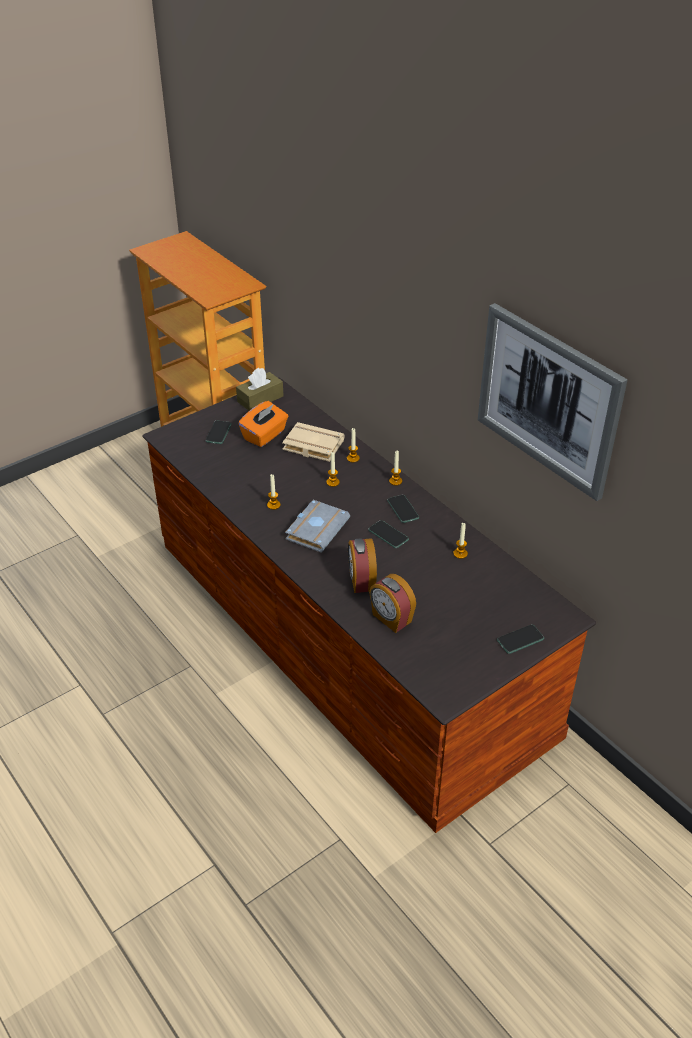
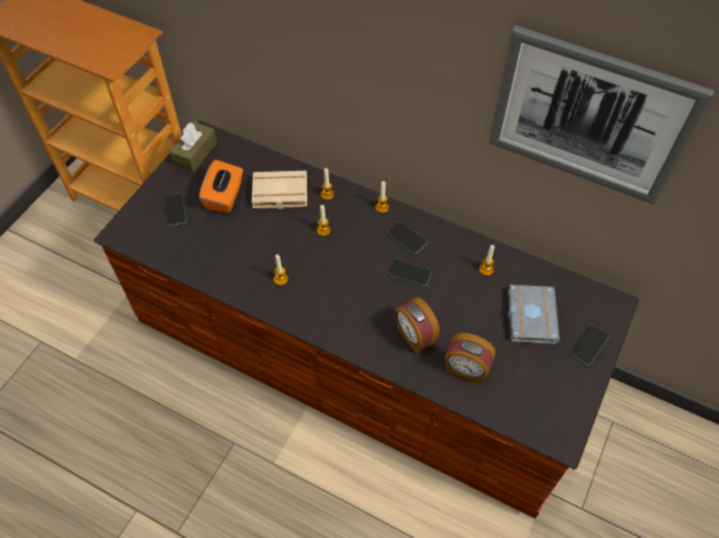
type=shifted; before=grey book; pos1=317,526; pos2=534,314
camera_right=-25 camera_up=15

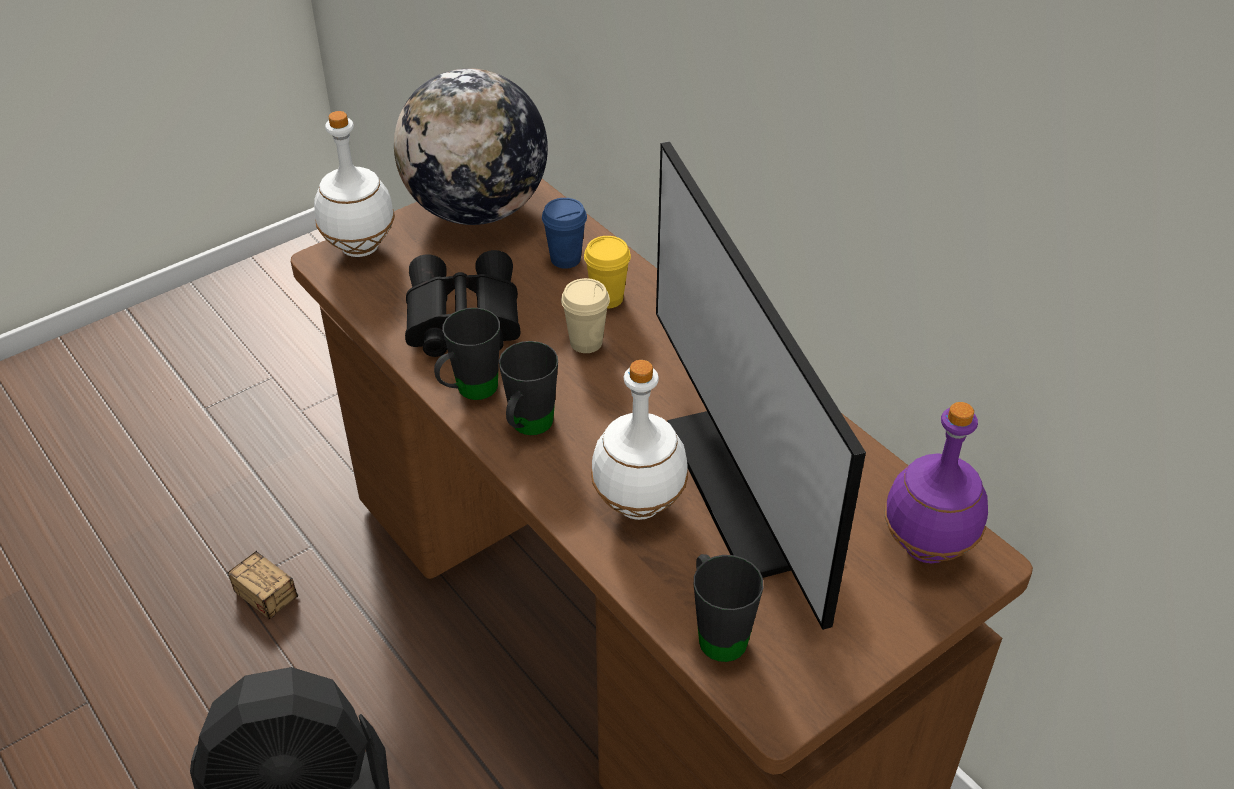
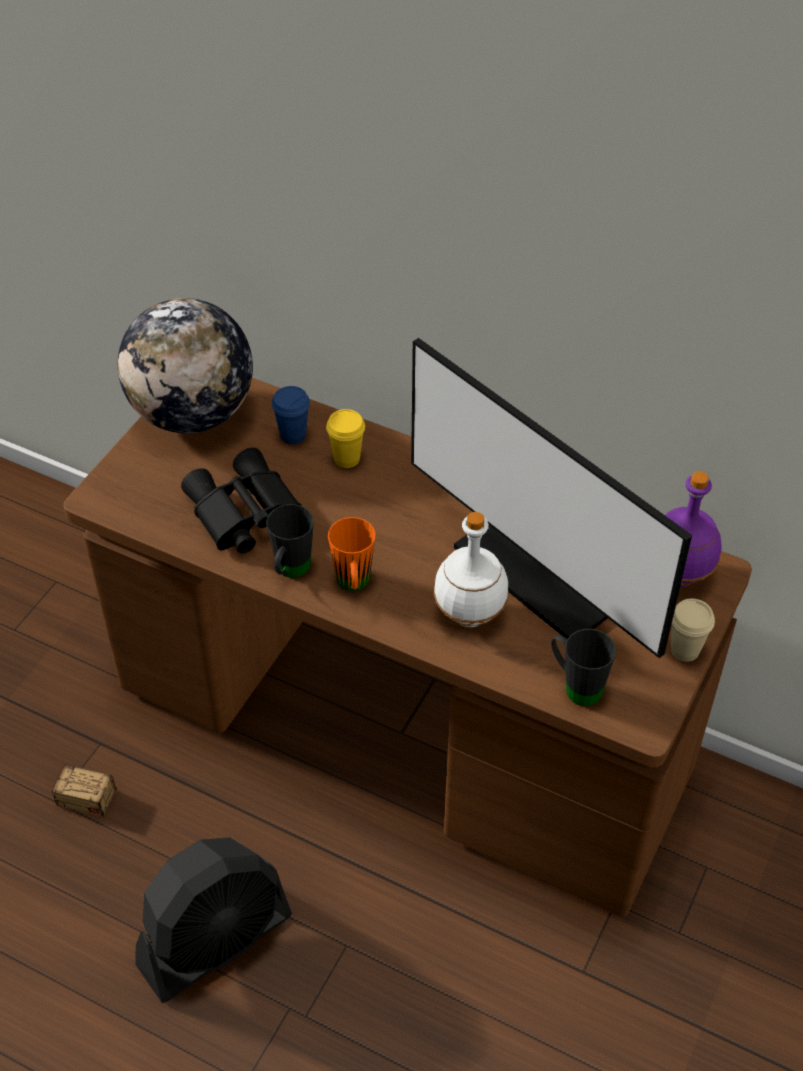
type=gone; before=white bottle; pos1=354,184
type=shifted; before=beige cup; pos1=585,315; pos2=693,630
type=repainted; before=black mug; after=orange mug; pos1=528,388; pos2=352,554
camera_right=-25 camera_up=5

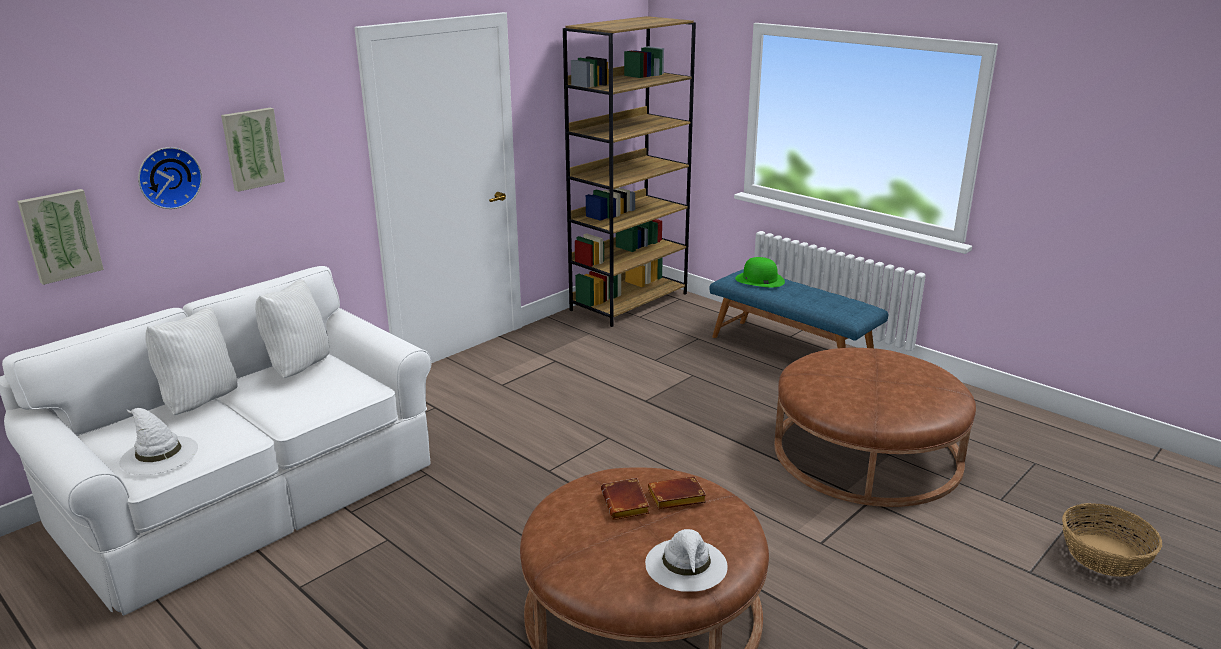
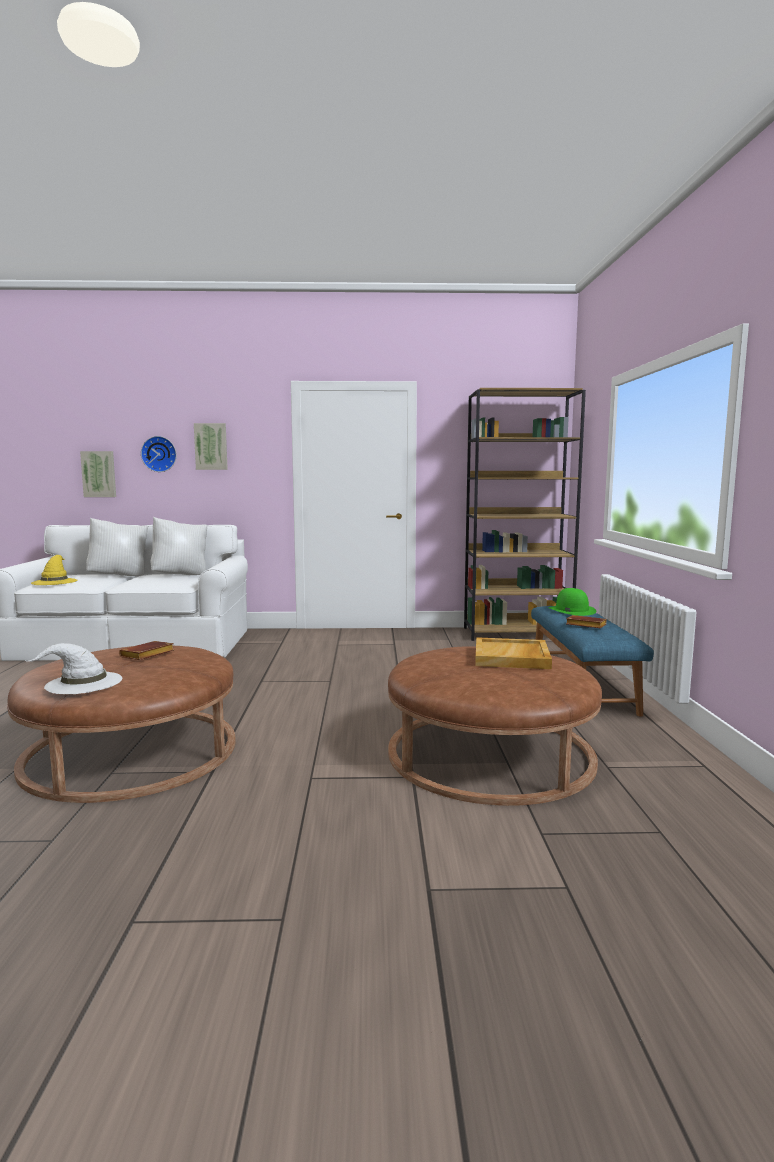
type=gone; before=basket; pos1=1112,540
type=new; after=beige tray; pos2=513,653
type=shifted; before=brown book; pos1=677,493; pos2=586,621
type=repainted; before=white hat; after=yellow hat; pos1=158,441; pos2=54,570
camera_right=45 camera_up=-15

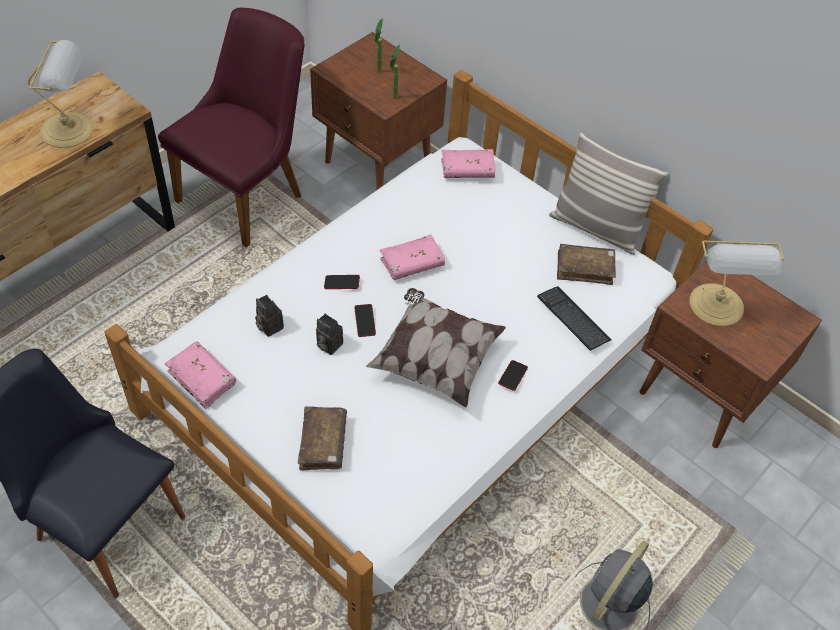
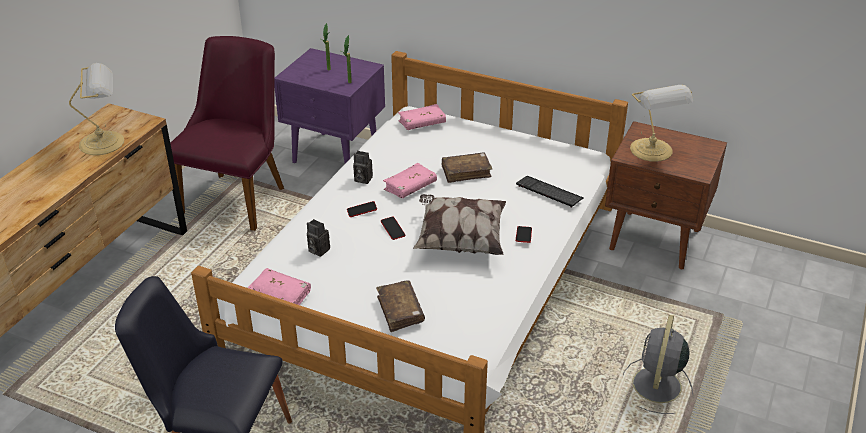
type=gone; before=pillow; pos1=608,194
type=shifted; before=photo camera; pos1=329,334; pos2=363,167
type=shifted; before=brown book; pos1=586,264; pos2=467,167
type=repainted; before=brown nightstand; after=purple nightstand; pos1=378,111; pos2=329,105
camera_right=-15 camera_up=-15

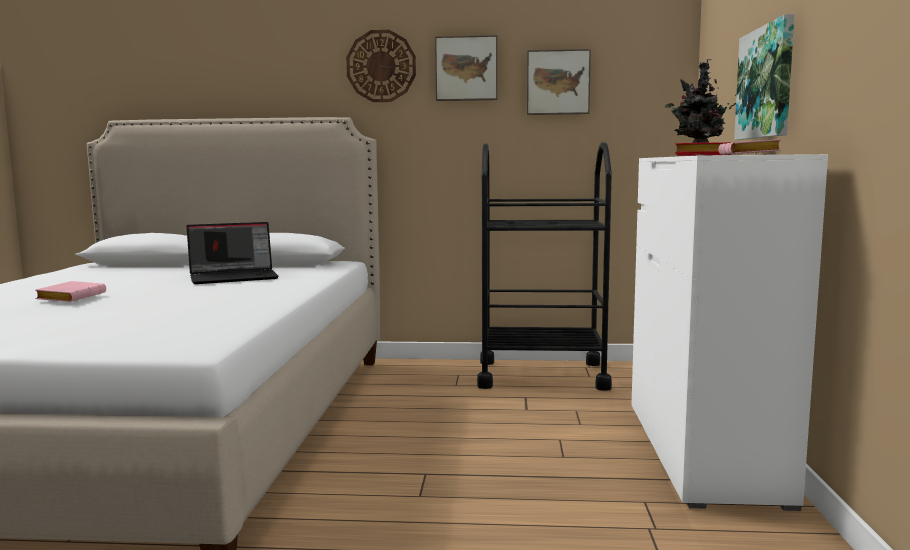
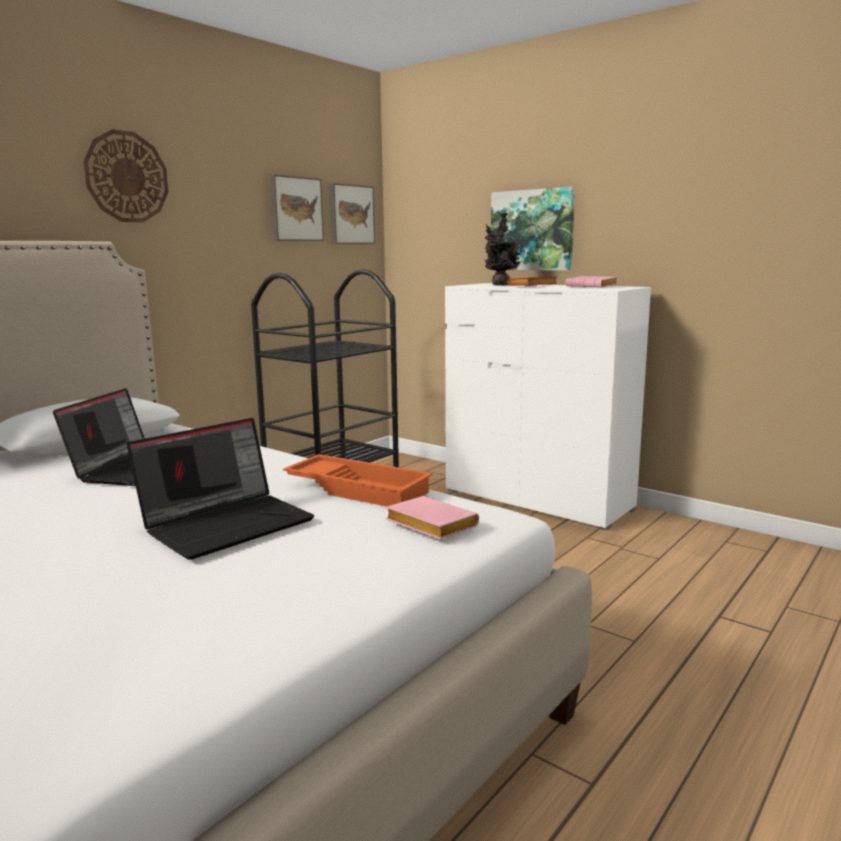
type=new; after=laptop; pos2=220,489
type=new; after=orange tray; pos2=358,480
type=shifted; before=pink book; pos1=70,291; pos2=432,518
type=shifted; before=picture; pos1=466,68; pos2=352,213
camera_right=-55 camera_up=5

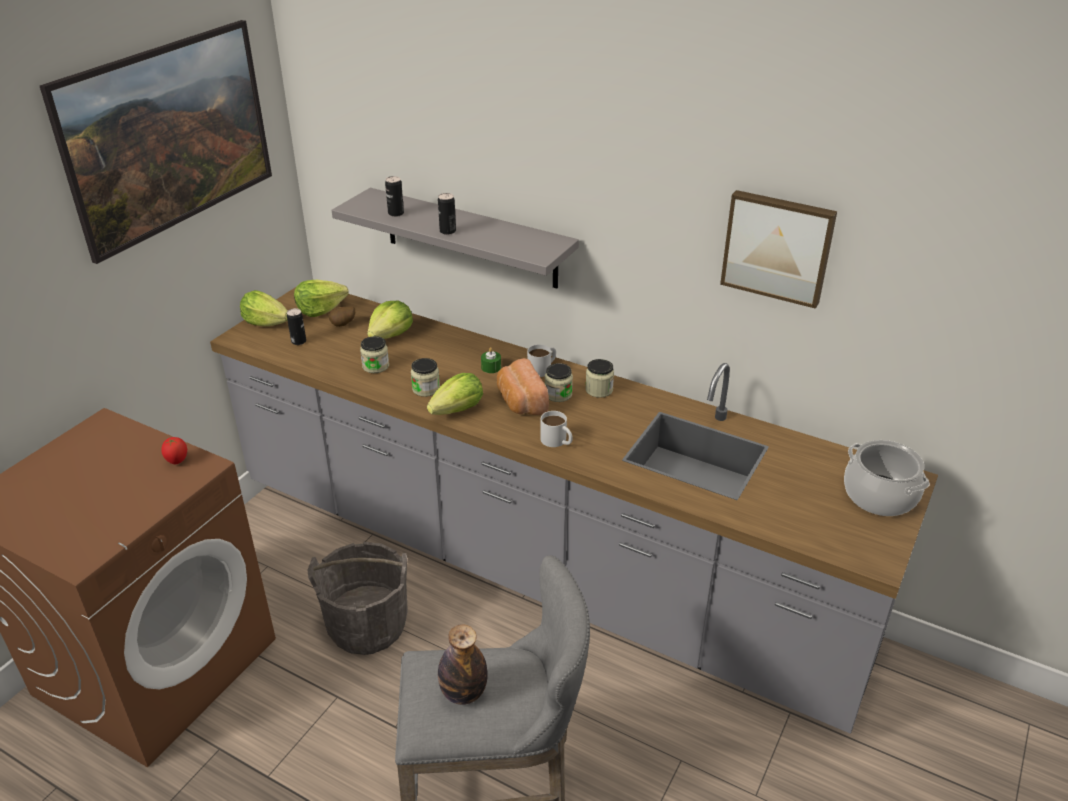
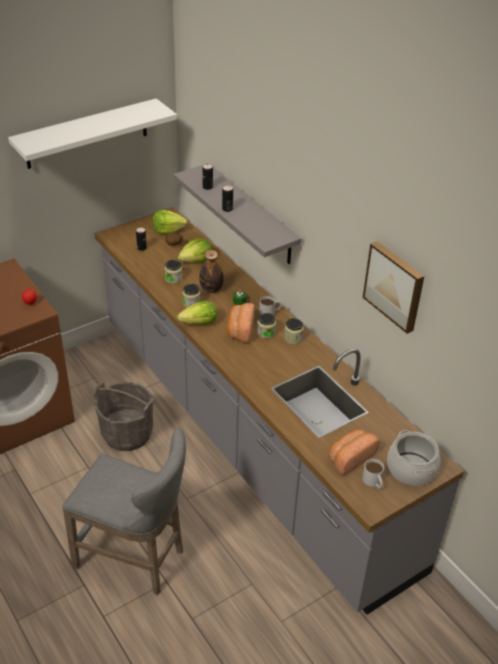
type=gone; before=lettuce; pos1=264,308
type=new; after=bread; pos2=354,452
type=shifted; before=bottle; pos1=463,664; pos2=211,271
type=shifted; before=white mug; pos1=556,429; pos2=373,474
type=swapped; before=picture; after=white shelf; pos1=156,142; pos2=92,133
camera_right=25 camera_up=5

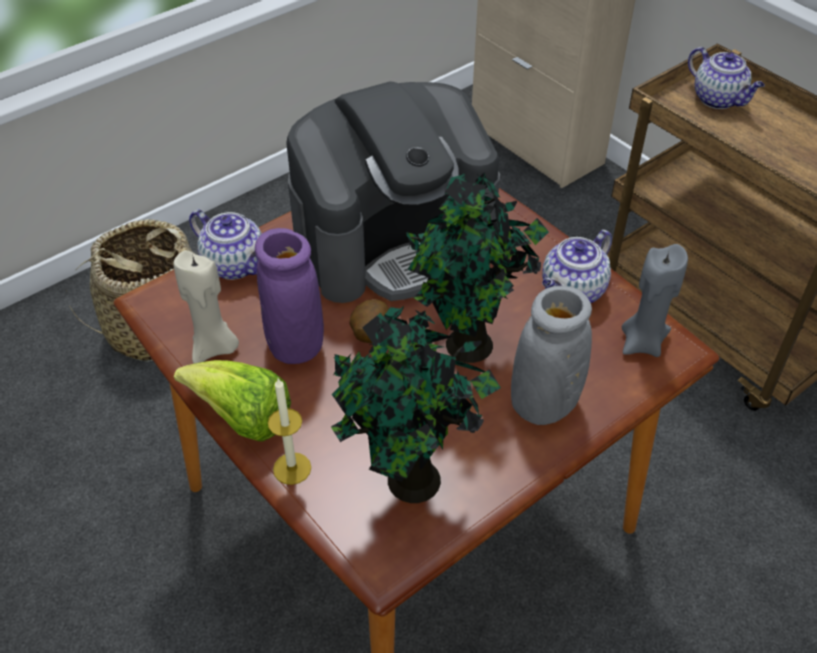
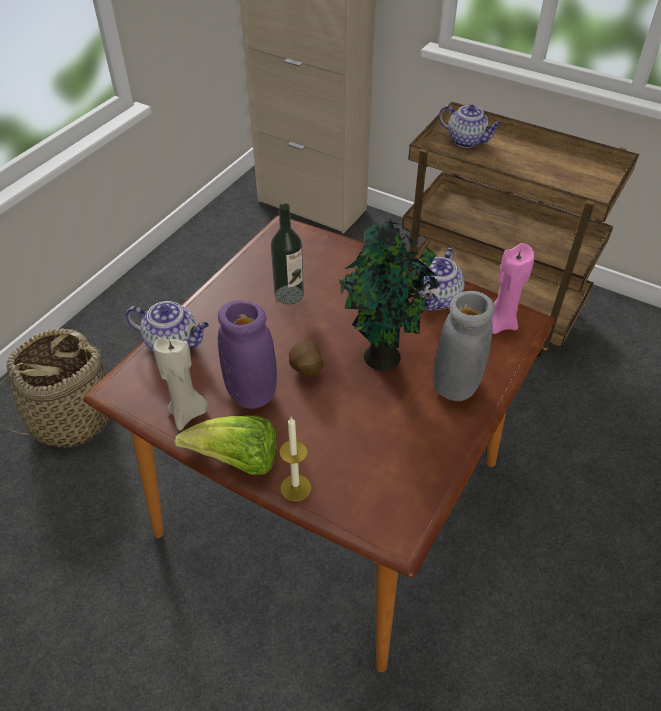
type=gone; before=potted plant; pos1=416,404
type=swapped; before=coffee machine; after=bottle; pos1=393,192; pos2=287,254
type=repainted; before=grey candle; after=pink candle; pos1=655,300; pos2=513,288
camera_right=-20 camera_up=0

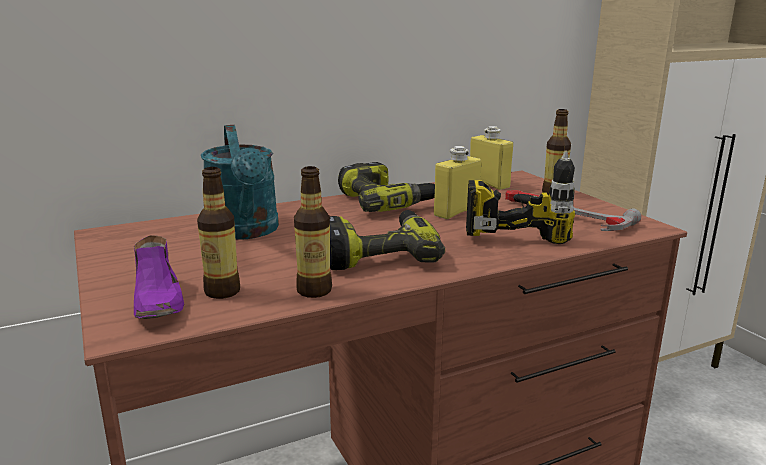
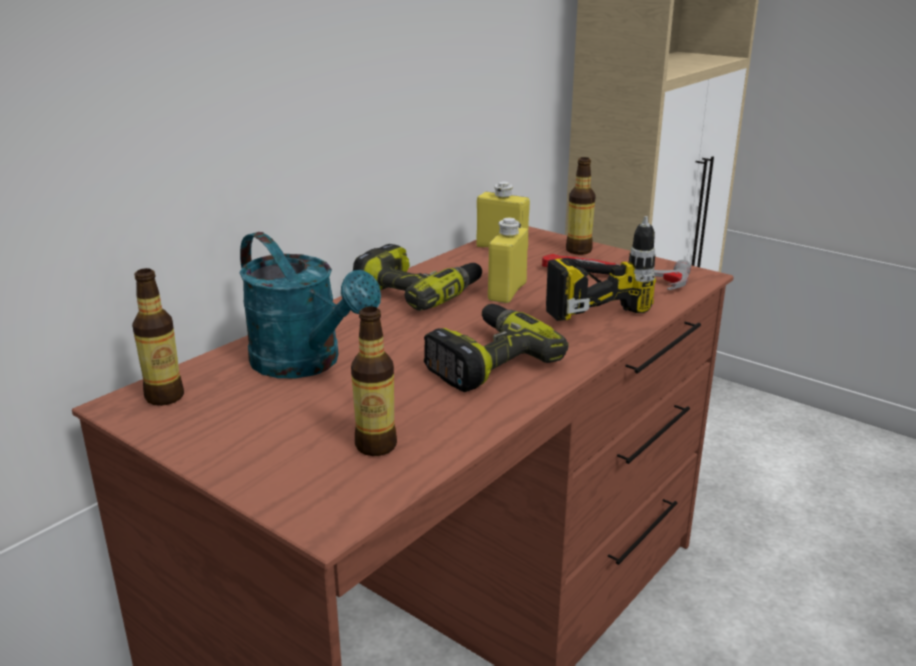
type=gone; before=purple shoe; pos1=159,277
type=shifted; before=bottle; pos1=313,232; pos2=158,337
camera_right=-25 camera_up=5

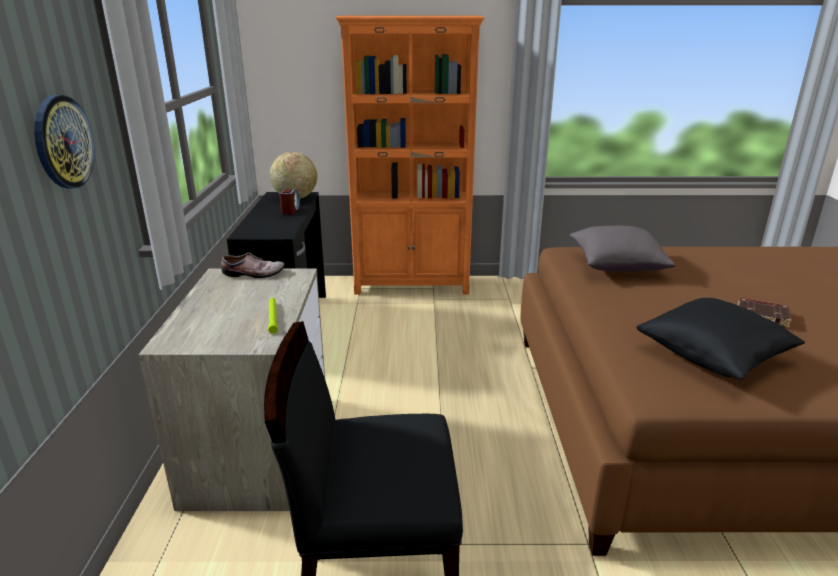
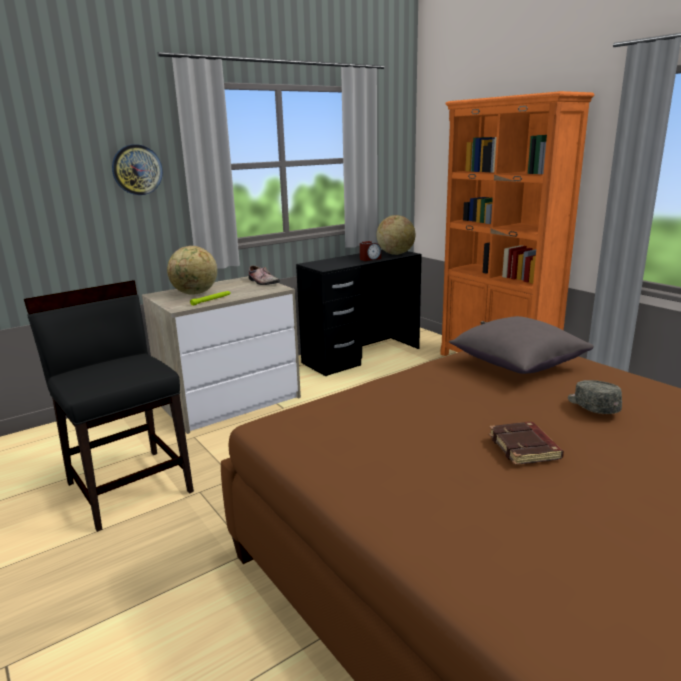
type=gone; before=black pillow; pos1=720,339
type=new; after=globe; pos2=192,270
type=new; after=grey cap; pos2=595,397
camera_right=55 camera_up=-5

